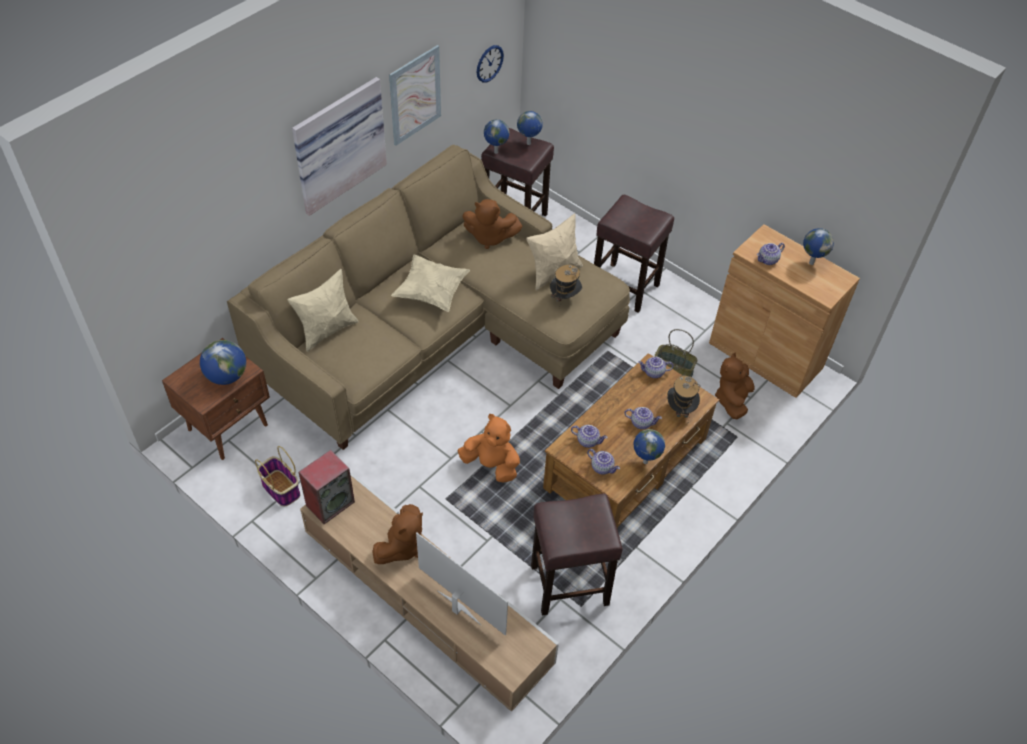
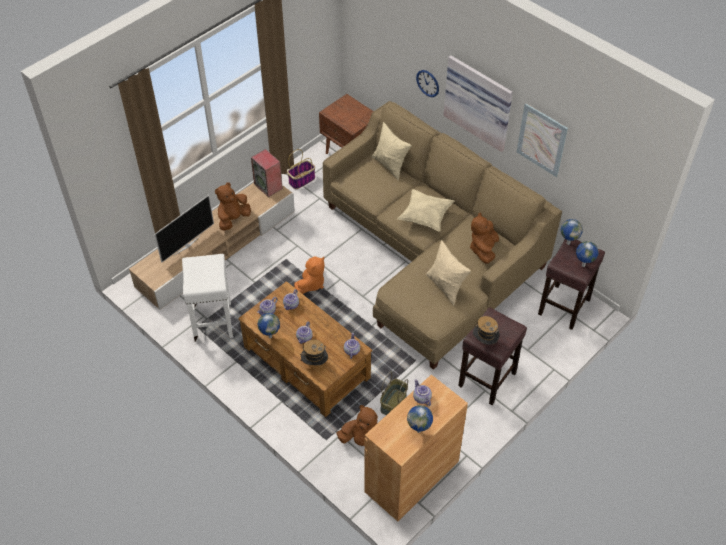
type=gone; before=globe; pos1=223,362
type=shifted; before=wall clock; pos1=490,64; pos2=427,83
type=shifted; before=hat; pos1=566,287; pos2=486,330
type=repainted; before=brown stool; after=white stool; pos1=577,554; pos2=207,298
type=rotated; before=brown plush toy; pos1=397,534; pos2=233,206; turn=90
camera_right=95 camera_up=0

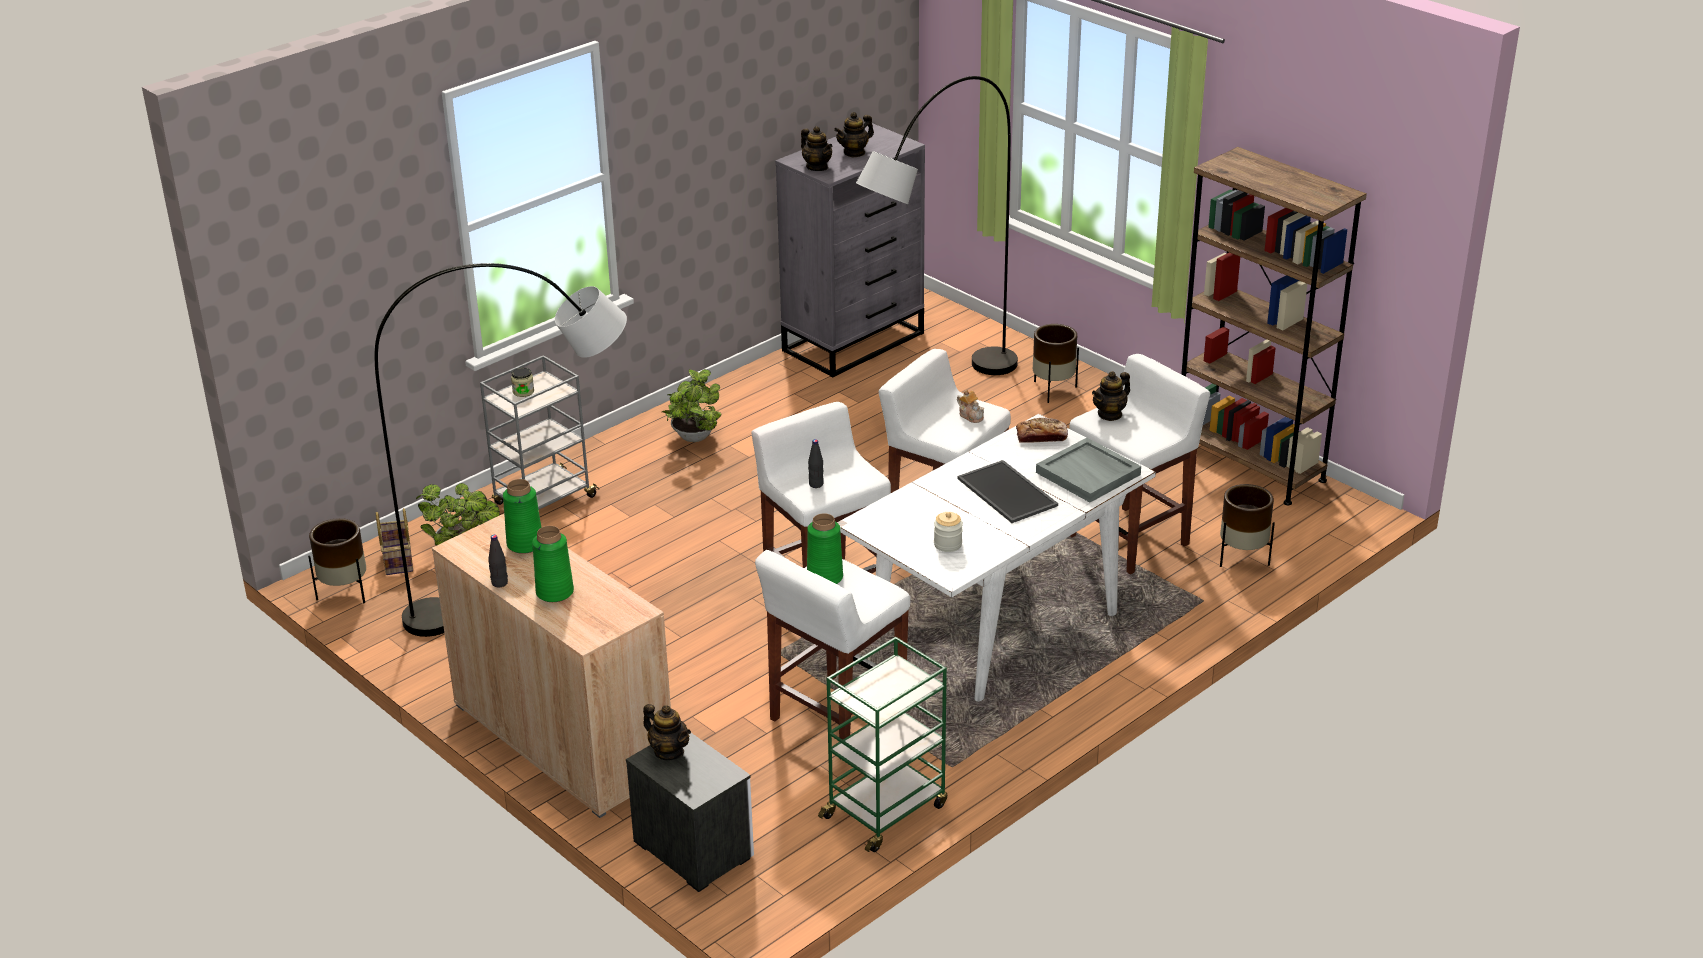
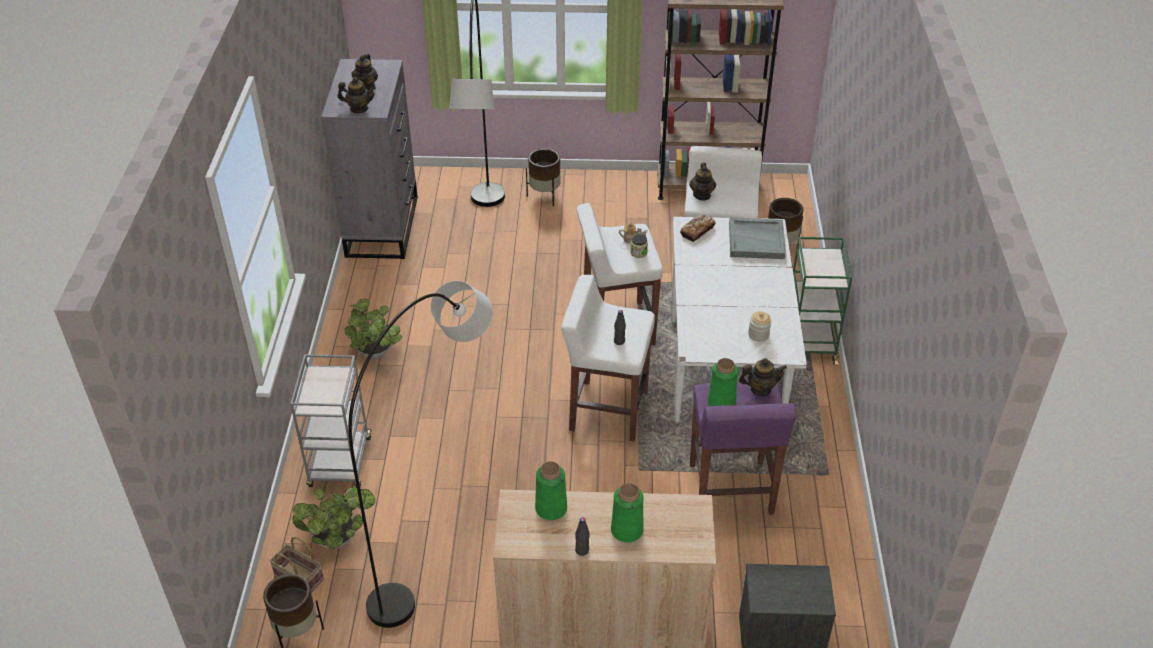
type=gone; before=tray; pos1=1007,491
type=shifted; before=jar; pos1=522,382; pos2=639,246
type=shifted; before=teapot; pos1=667,732; pos2=763,377
type=shifted; before=green cart; pos1=882,744; pos2=822,301
type=repainted; before=white stool; after=purple stool; pos1=832,654; pos2=743,448
camera_right=-45 camera_up=10

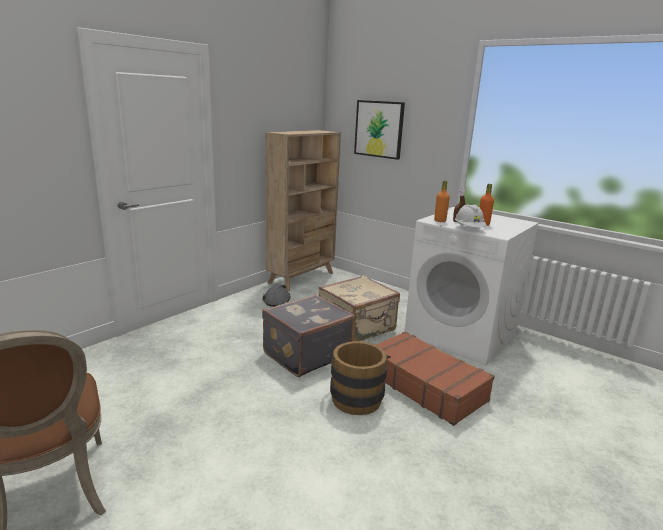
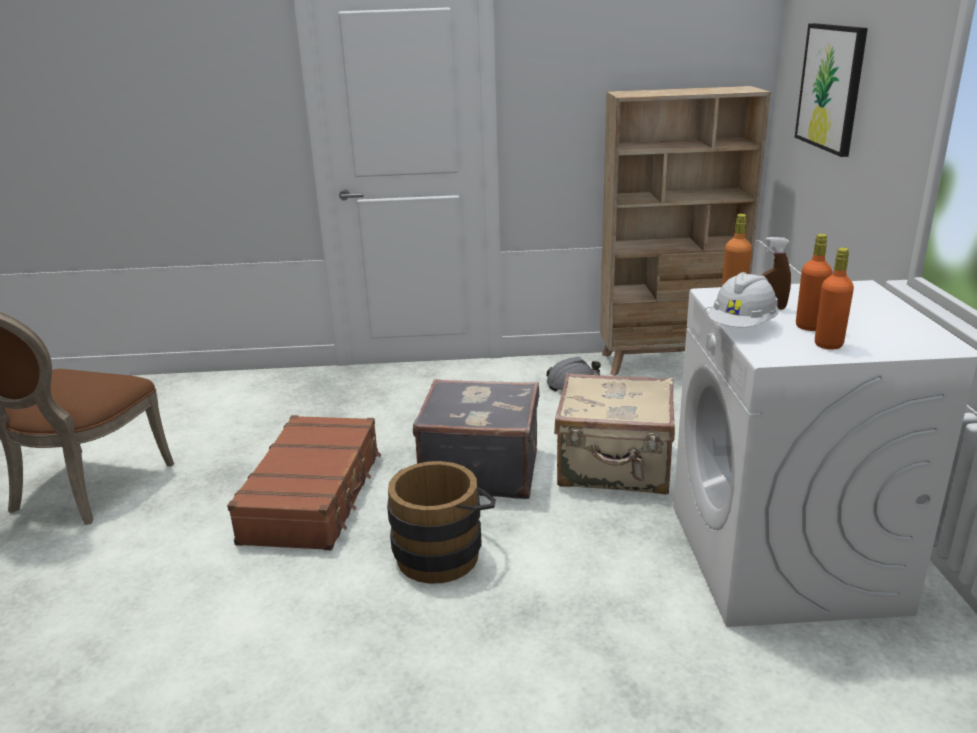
type=new; after=orange bottle; pos2=834,298
type=shifted; before=brown suitcase; pos1=435,378; pos2=304,482
camera_right=50 camera_up=5

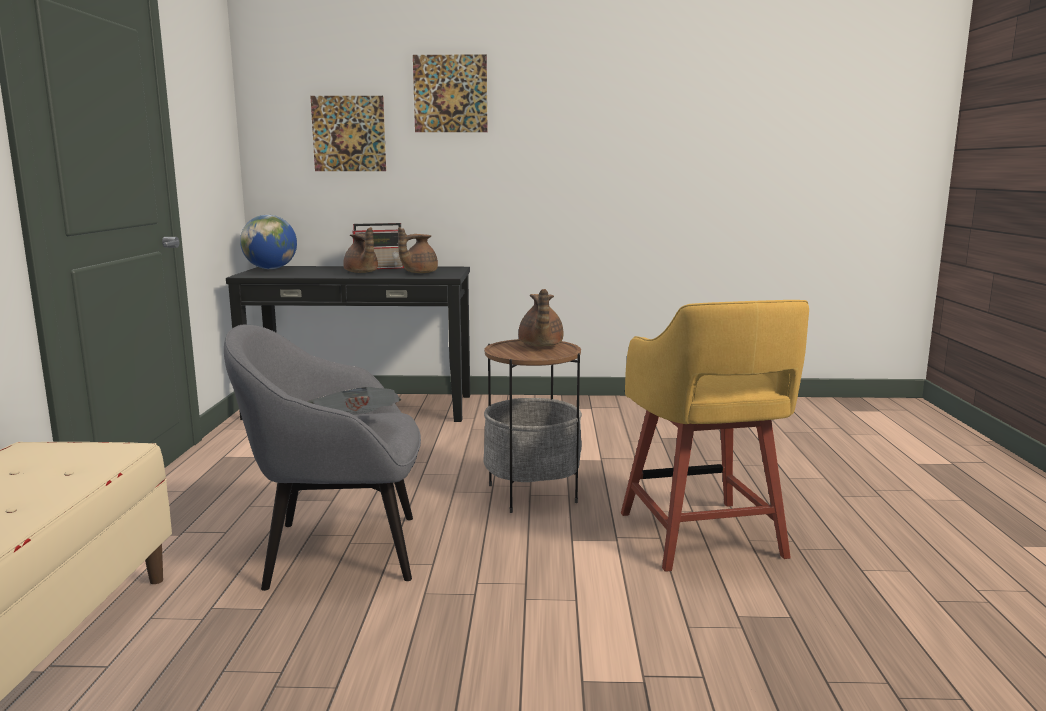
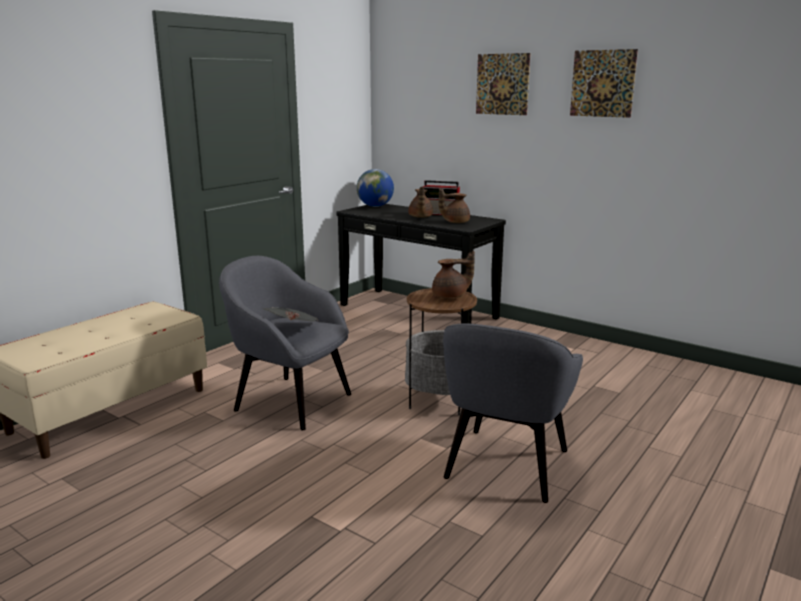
type=shifted; before=picture; pos1=348,133; pos2=604,83
type=swapped; before=yellow stool; after=grey armchair; pos1=715,436; pos2=513,413
type=rotated; before=brown teapot; pos1=541,317; pos2=453,275; turn=-135
camera_right=35 camera_up=5

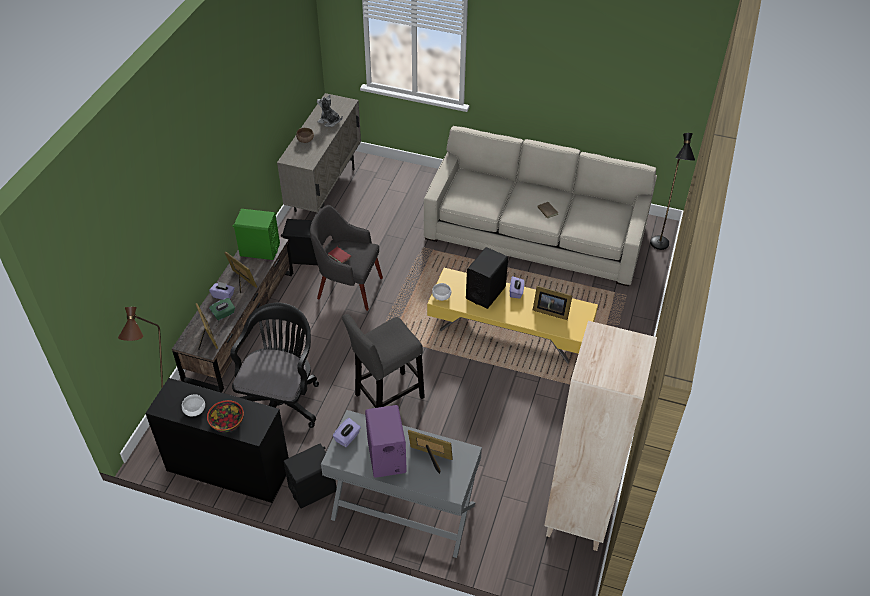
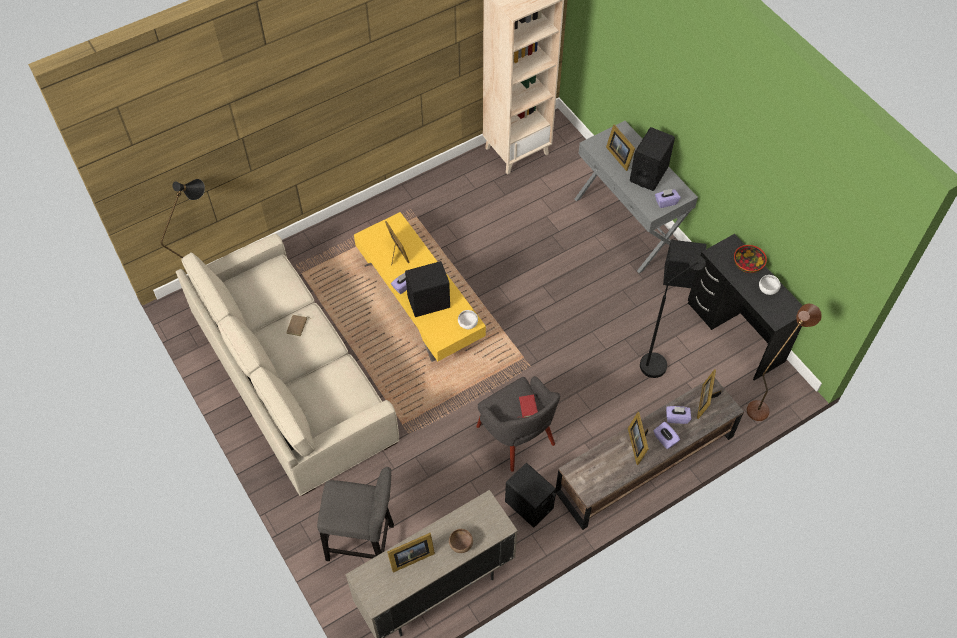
type=gone; before=green speaker; pos1=256,234
type=shifted; before=grey stool; pos1=383,361; pos2=355,514
type=swapped; before=black office chair; after=black floor lamp; pos1=274,365; pos2=673,317
type=swapped; before=plush toy; after=picture frame; pos1=330,111; pos2=411,553
type=repainted; before=green tissue box; after=purple tissue box; pos1=222,309; pos2=678,415
type=repainted; before=purple speaker; after=black speaker; pos1=386,441; pos2=652,159
camera_right=-140 camera_up=10

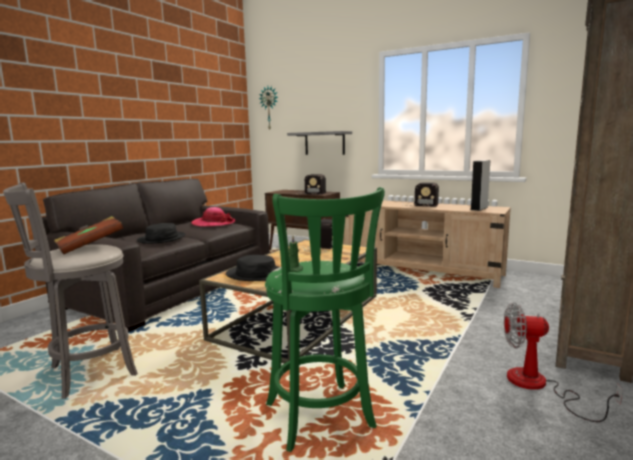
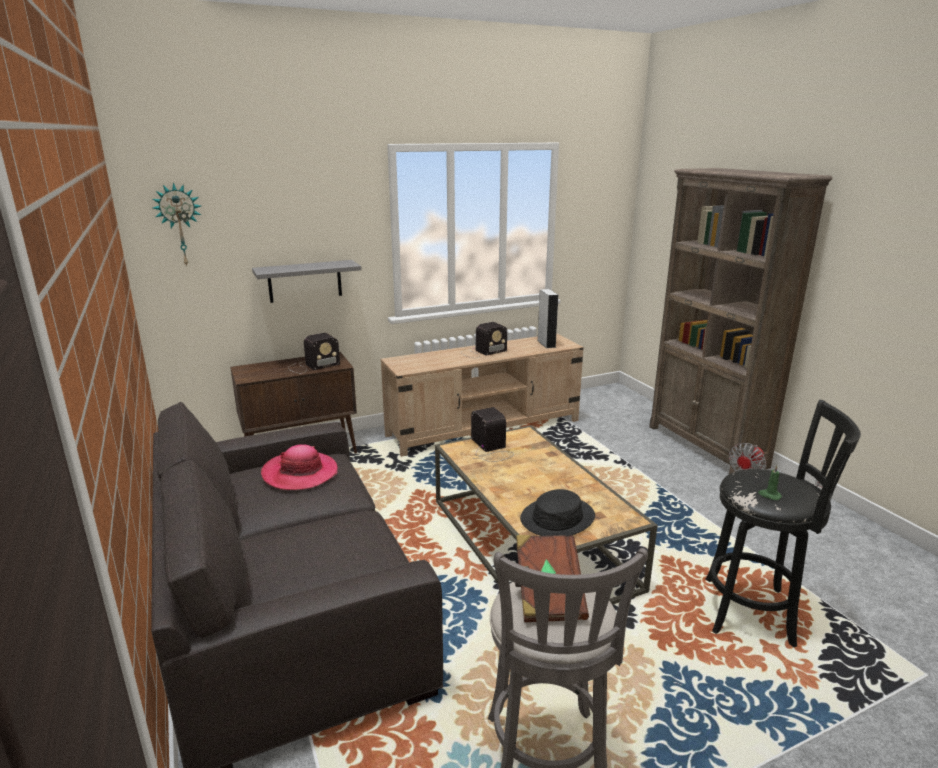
type=gone; before=black hat; pos1=161,233
type=repainted; before=green stool; after=black stool; pos1=325,319; pos2=783,523
camera_right=-55 camera_up=10

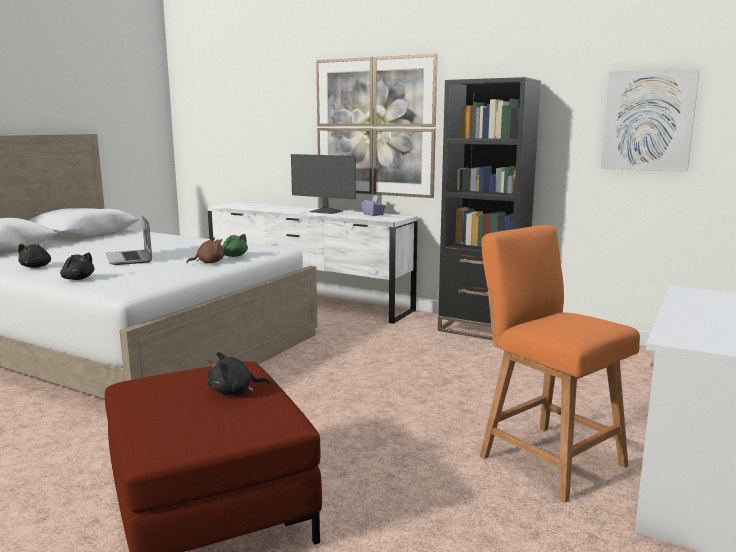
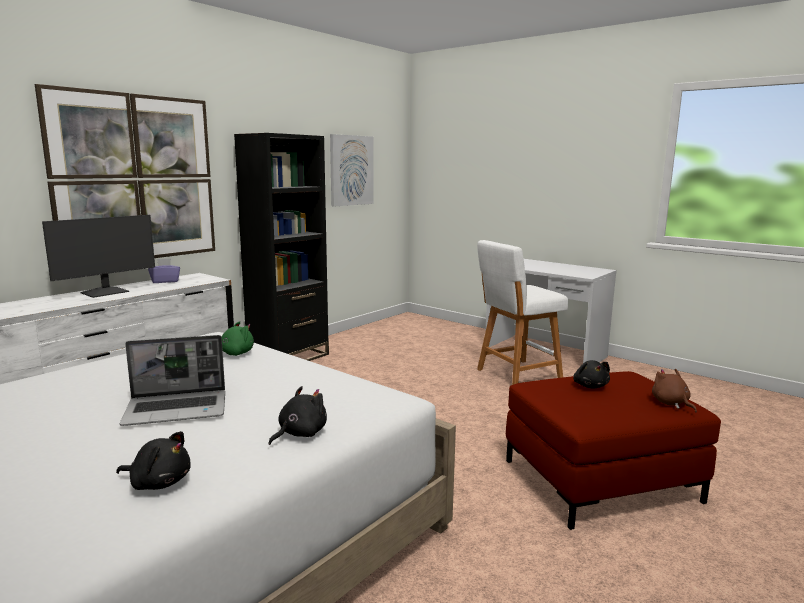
type=shifted; before=brown plush toy; pos1=205,250; pos2=674,391
type=repainted; before=orange stool; after=white stool; pos1=560,364; pos2=522,312
camera_right=-80 camera_up=0

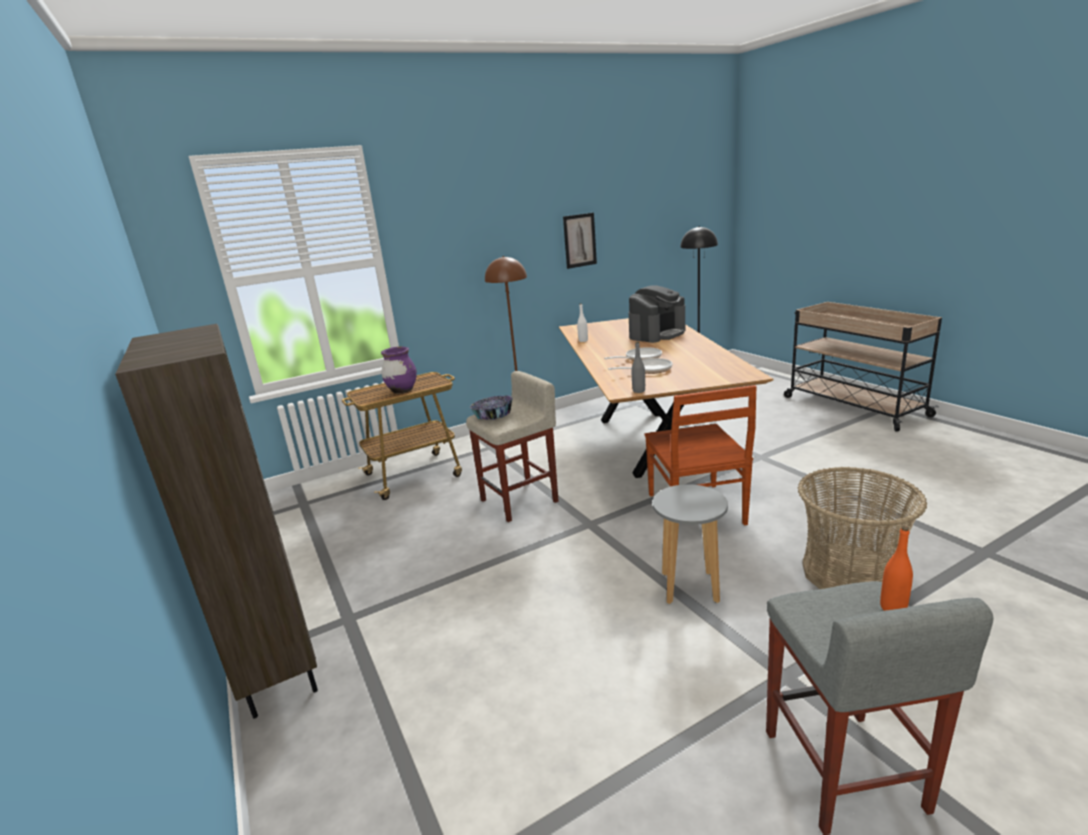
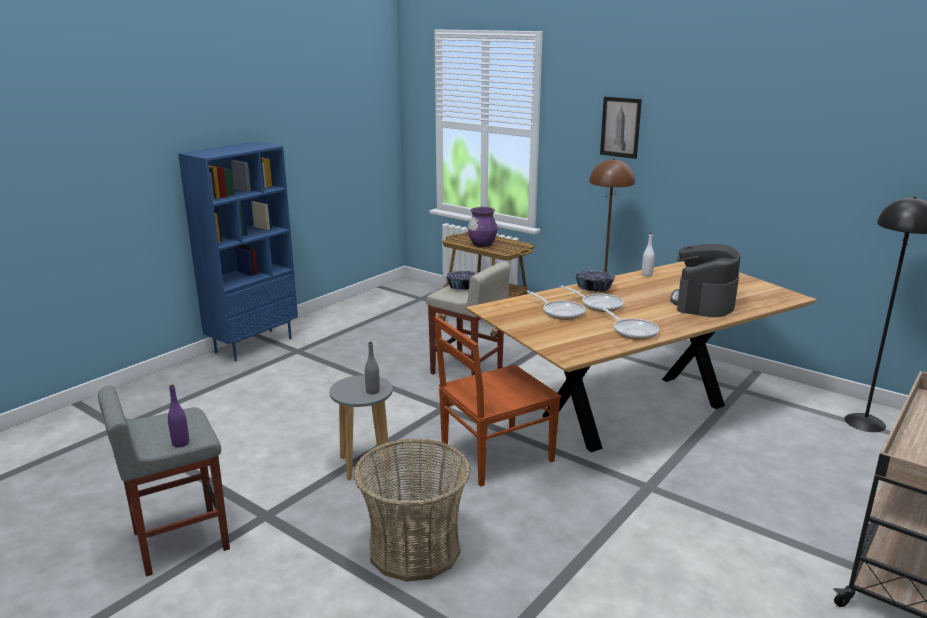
type=new; after=bowl; pos2=595,281
type=new; after=frying pan; pos2=628,323
type=shifted; before=picture; pos1=580,241; pos2=621,128
type=shifted; before=grey bottle; pos1=638,367; pos2=372,368
type=repainted; before=brown bookcase; after=blue bookcase; pos1=216,521; pos2=238,251
type=repainted; before=orange bottle; after=purple bottle; pos1=896,568; pos2=178,415
type=rotated; before=coffee machine; pos1=657,314; pos2=705,280; turn=90
camera_right=65 camera_up=0

